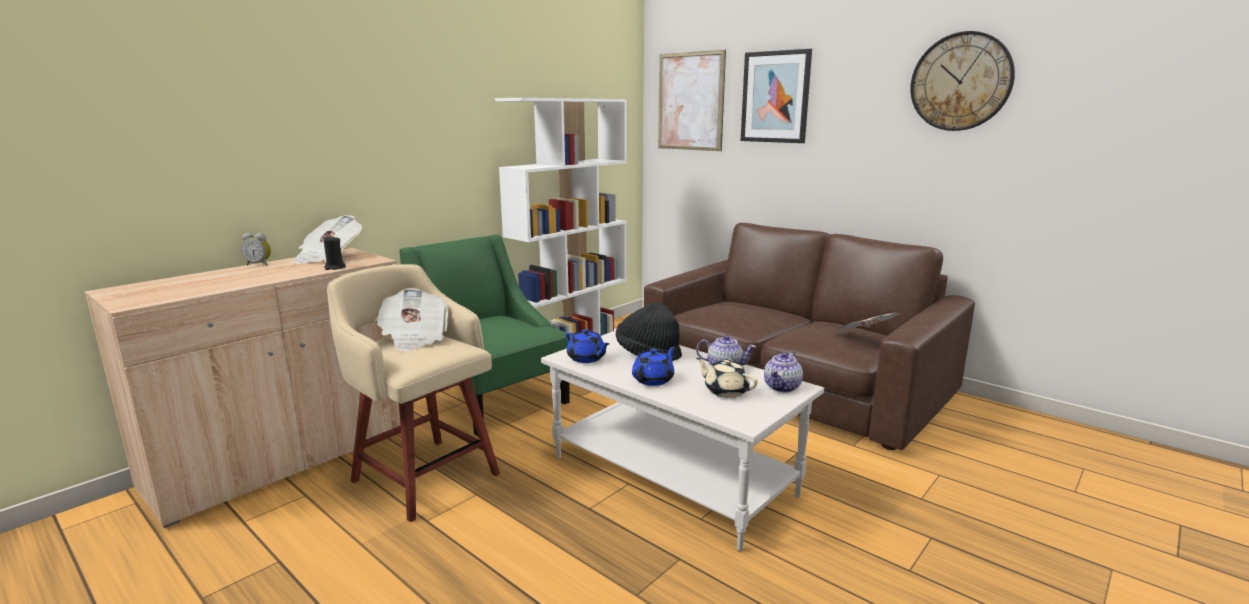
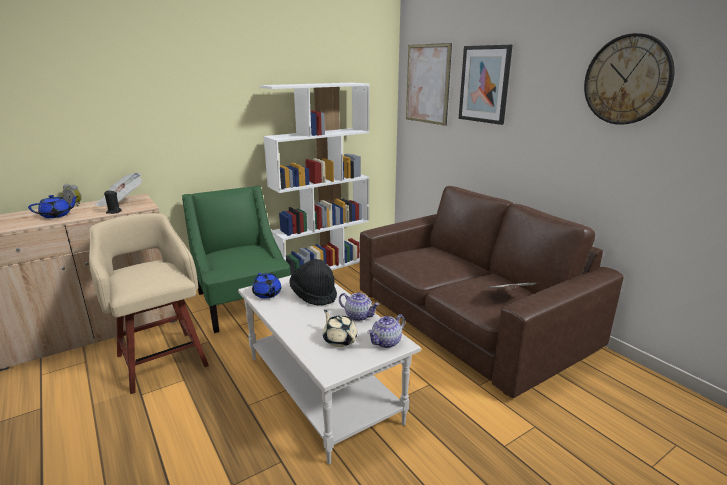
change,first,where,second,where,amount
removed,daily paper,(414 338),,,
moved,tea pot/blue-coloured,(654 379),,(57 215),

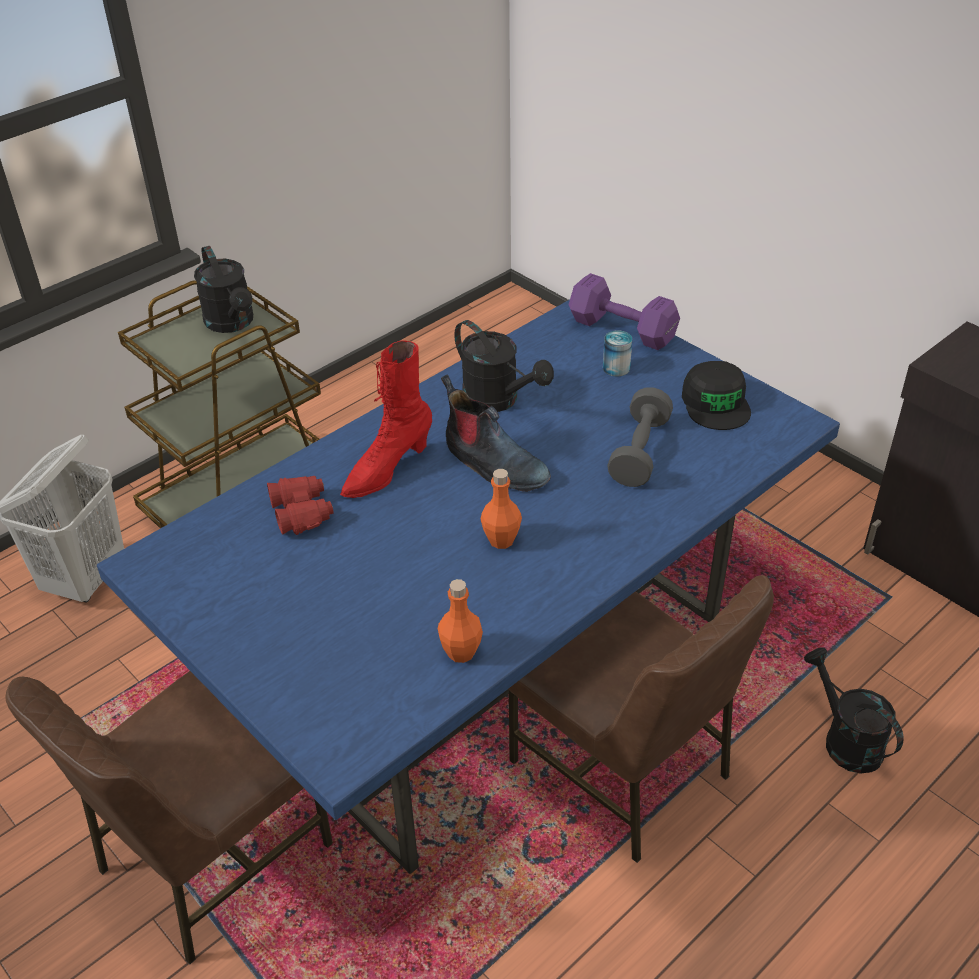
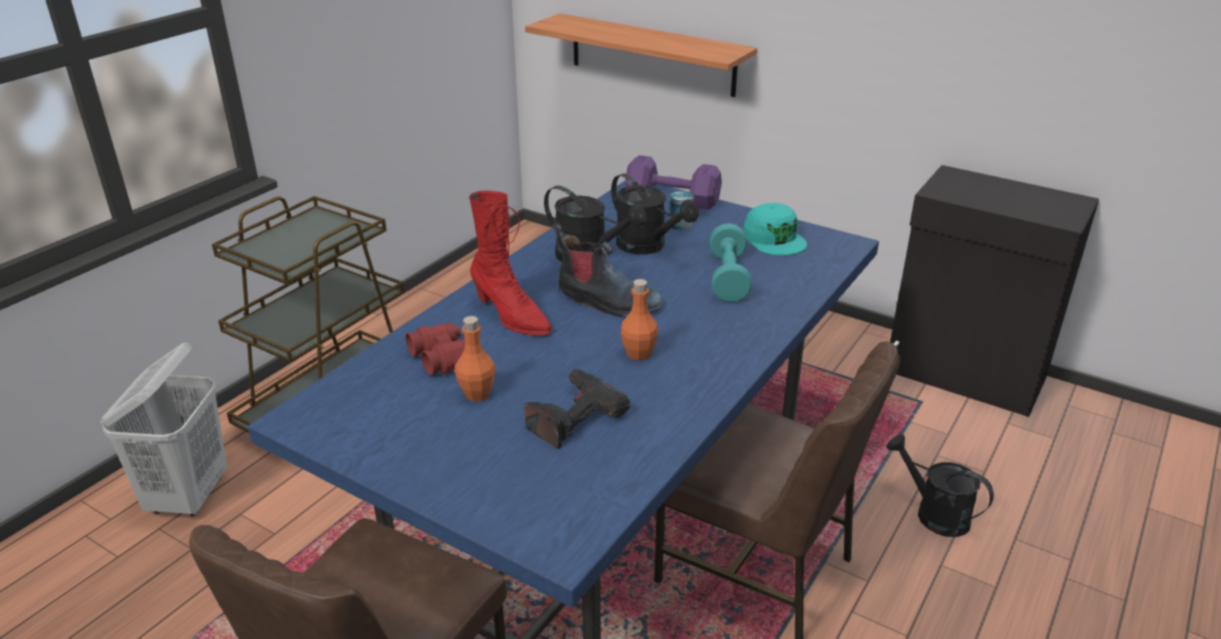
change,first,where,second,where,amount
moved,watering pot/black-coloured,(232 323),,(648 246),
turned,tall boot/red-coloured,(387 470),,(511 316),75 degrees counterclockwise
recoloured,peaked cap/black-coloured,(716 403),peaked cap/turquoise-coloured,(774 238),
recoloured,free weight/grey,(639 452),free weight/turquoise-coloured,(728 278),
moved,drink bottle/orangey,(461 652),,(477 394),
added,,,bracket shelf,(652 55),
added,,,drill,(573 417),

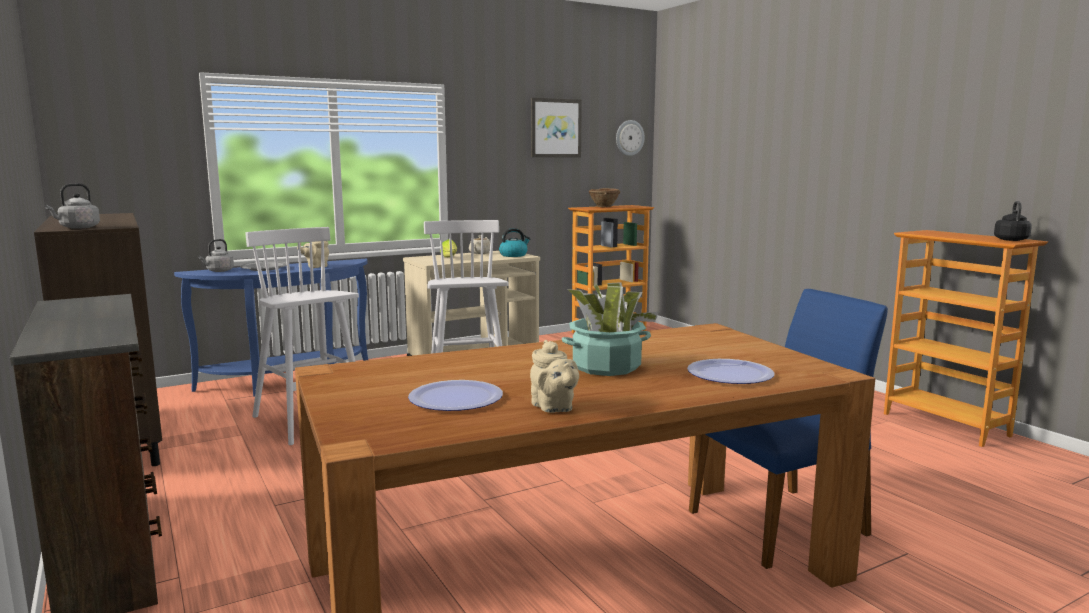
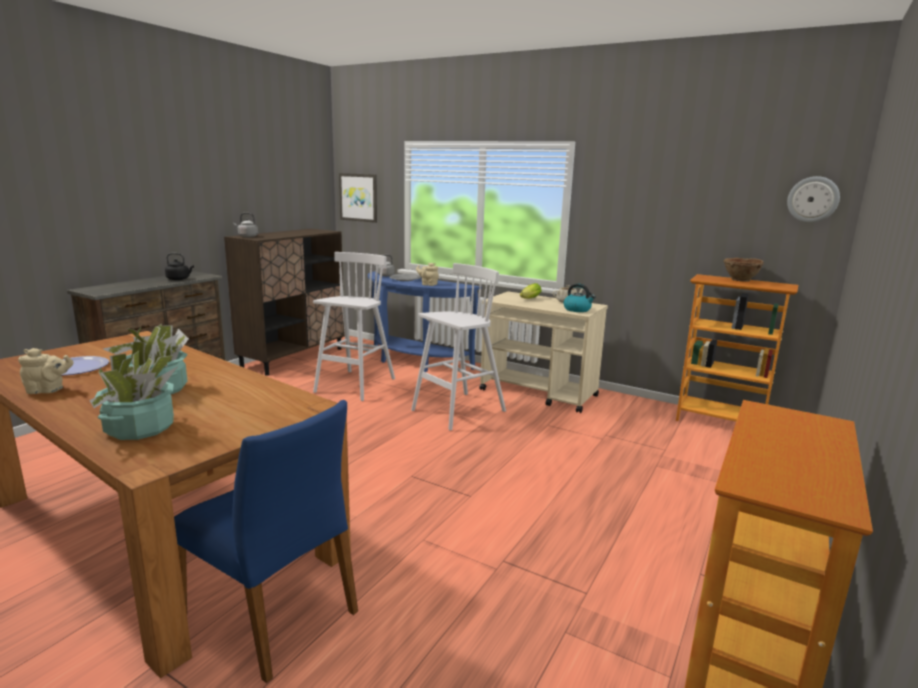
change,first,where,second,where,amount
moved,wall picture,(555 128),,(358 197),
moved,water kettle/black-coloured,(1010 239),,(179 279),
turned,tea pot/beige-coloured,(554 408),,(48 390),135 degrees counterclockwise
replaced,plate,(730 374),houseplant,(140 428),

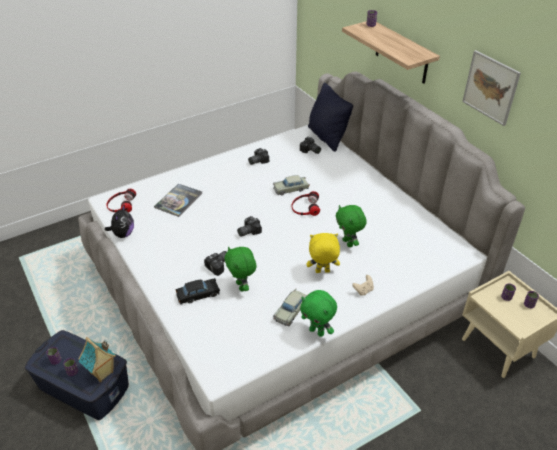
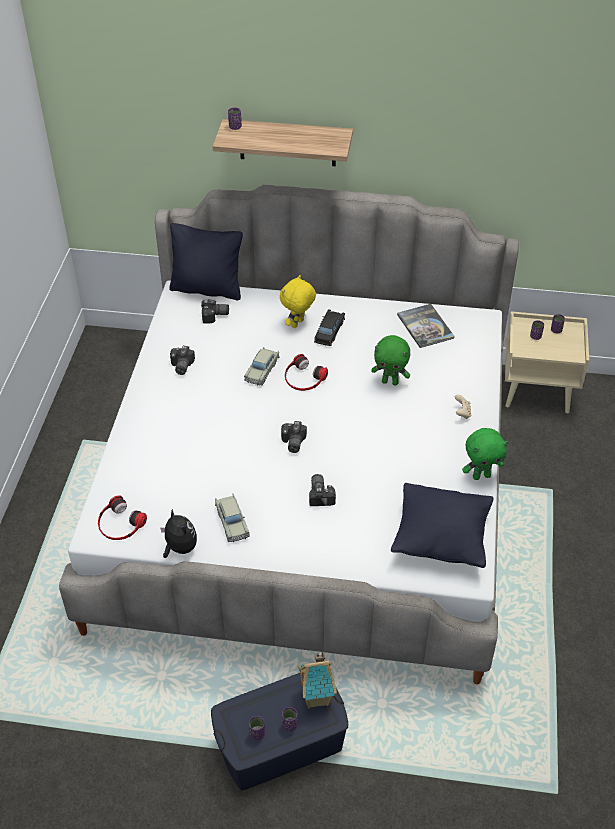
change,first,where,second,where,amount
removed,wall picture,(490 87),,,
moved,volume,(178 200),,(425 326),
moved,plush toy/yellowish,(322 272),,(298 324),
removed,plush toy/greenish,(242 286),,,
moved,toy car/black-coloured,(198 295),,(329 332),
moved,toy car/beige-coloured,(291 311),,(232 522),
added,,,cushion/black-coloured,(441 540),

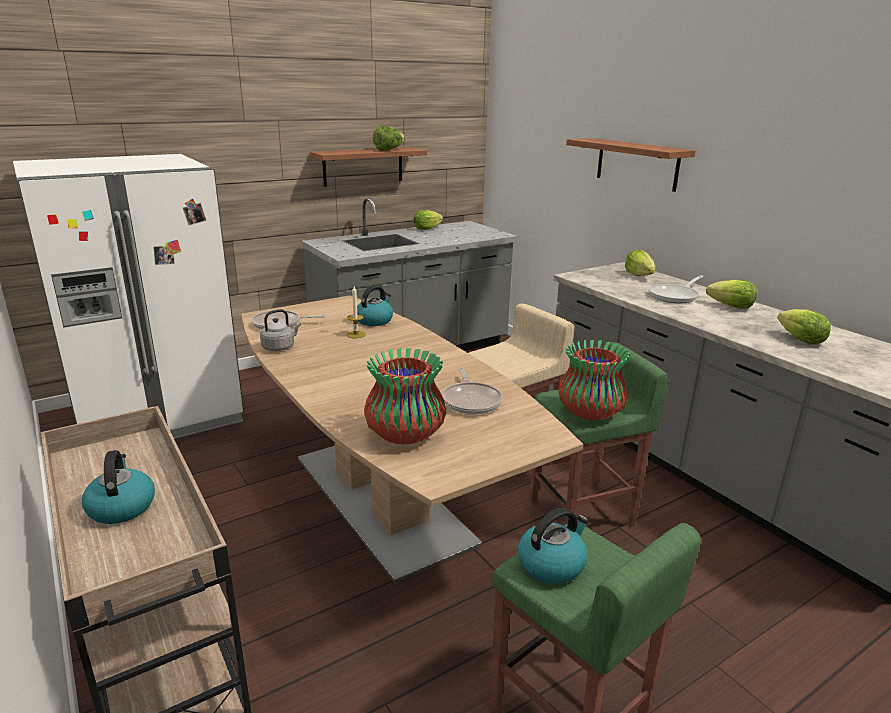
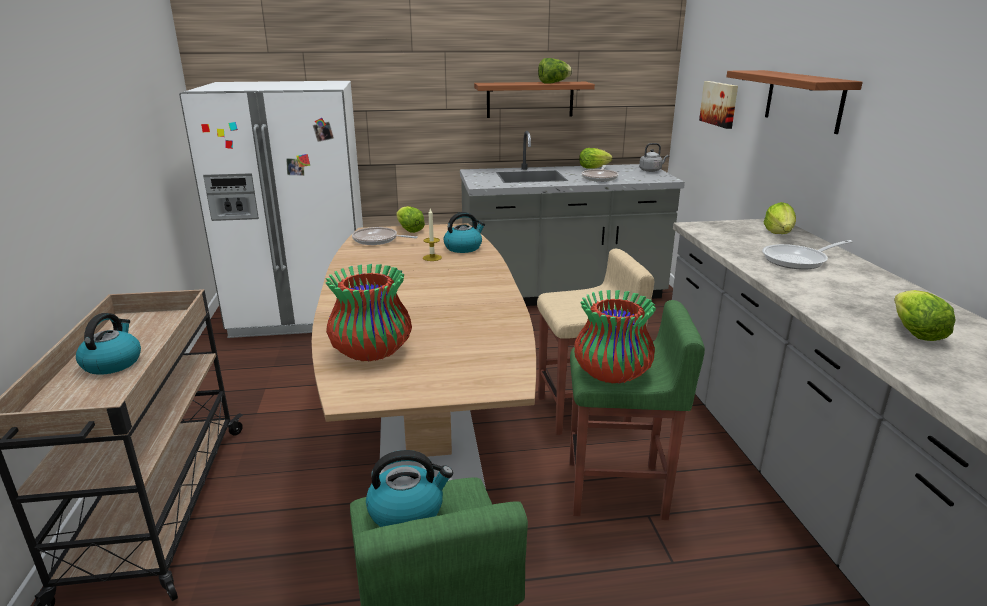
change,first,where,second,where,amount
moved,lettuce,(731 307),,(409 230),
moved,water kettle/grey,(280 347),,(651 170),
moved,frying pan,(471 401),,(600 178),
added,,,wall picture,(720 104),

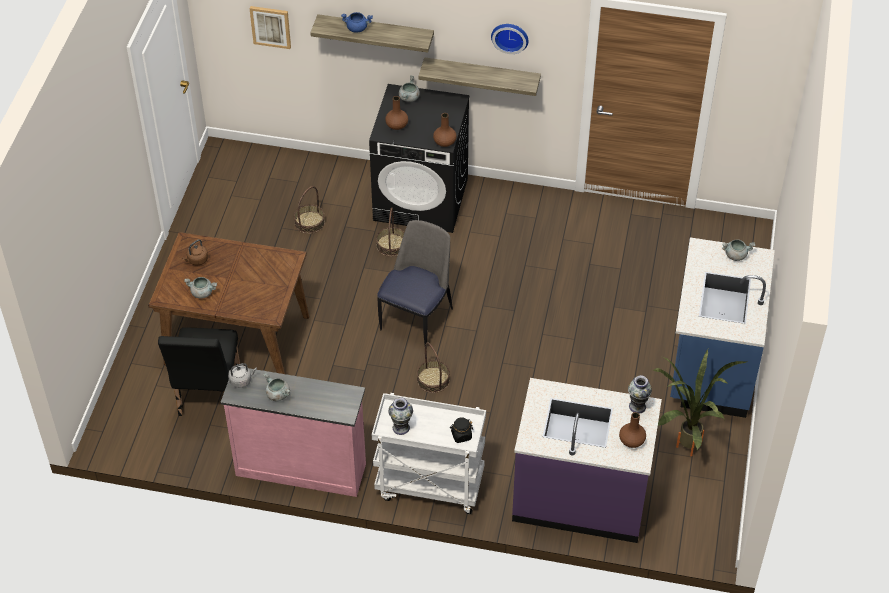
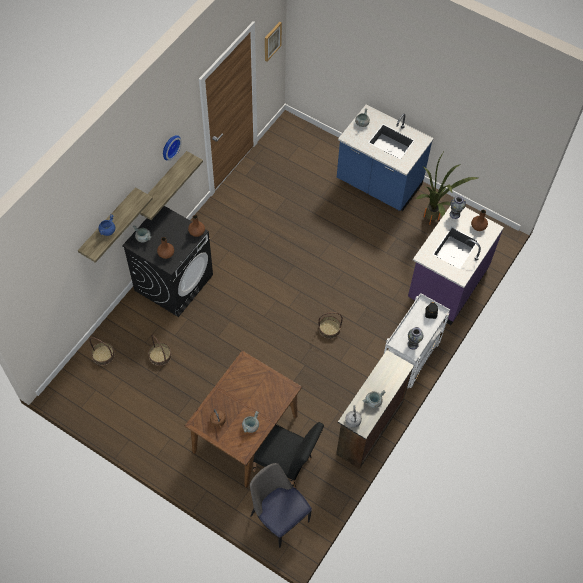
change,first,where,second,where,amount
moved,wall picture,(270 26),,(272 41),
moved,basket,(391 245),,(103 355),
moved,plain chair,(417 317),,(278 517),
recoloured,drawer chest/pinkish,(300 468),drawer chest/brown,(368 427),

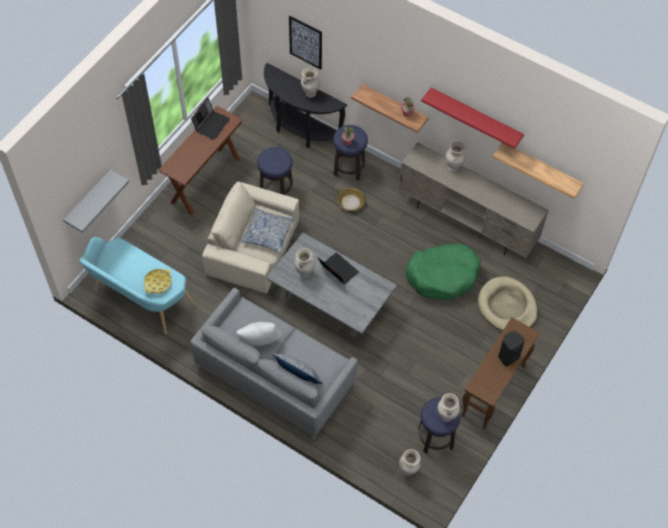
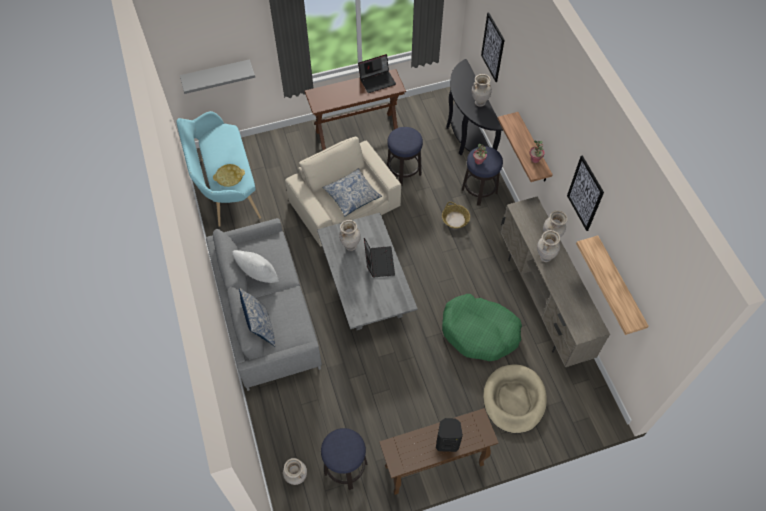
change,first,where,second,where,amount
replaced,bracket shelf/red-coloured,(475 116),wall picture,(585 193),
moved,vase/beige-coloured,(446 416),,(544 257),

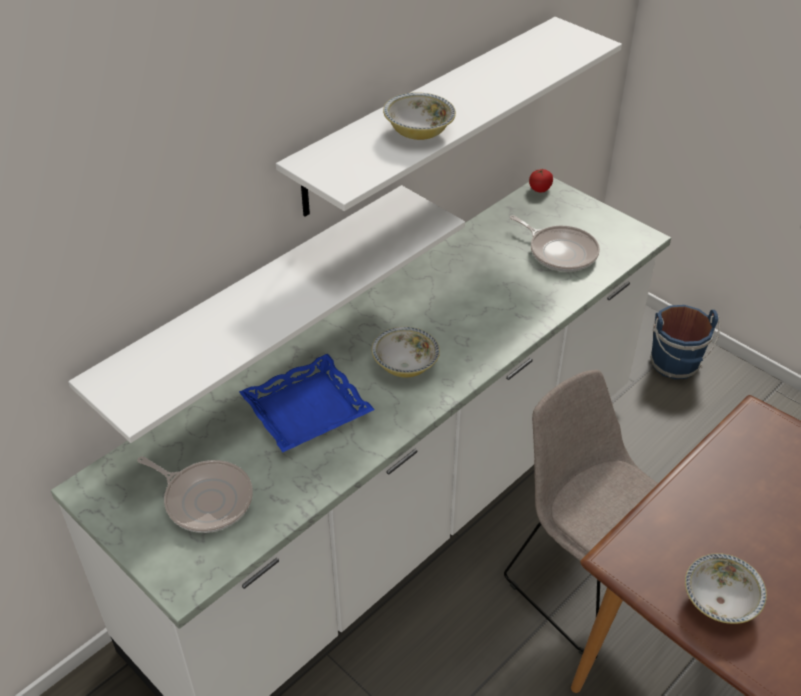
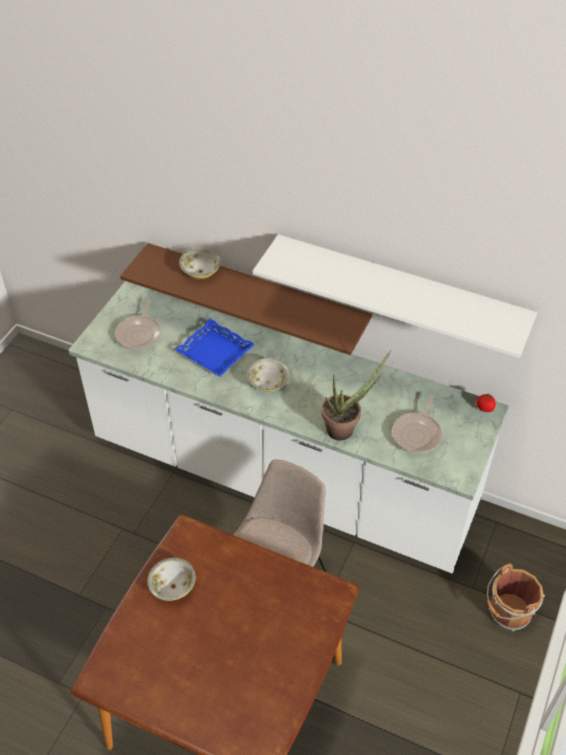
change,first,where,second,where,amount
moved,serving bowl,(419 132),,(201 272),
recoloured,bracket shelf/white,(256 301),bracket shelf/brown,(256 292),
recoloured,water bucket/blue-coloured,(675 364),water bucket/brown,(508 613),
added,,,houseplant,(345 428),

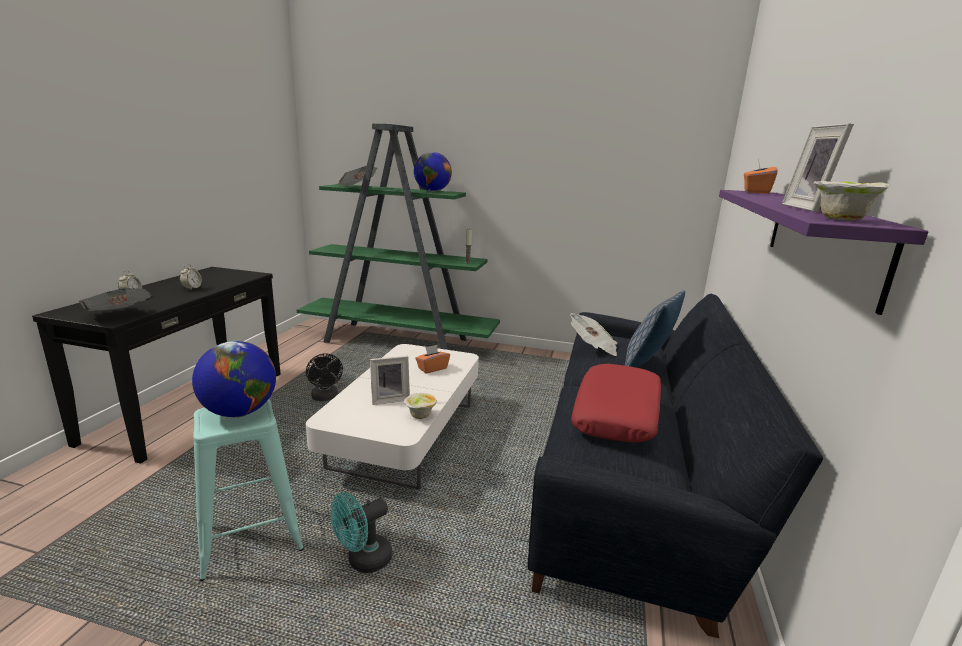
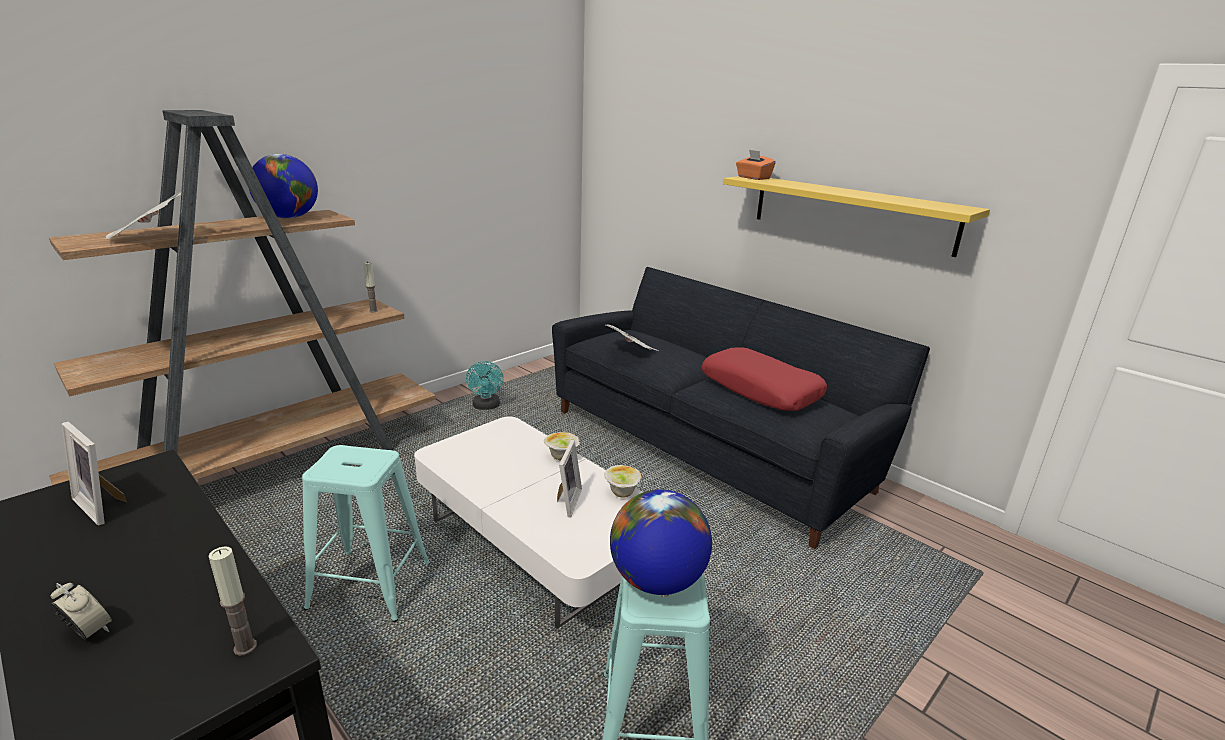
change,first,where,second,where,amount
moved,picture frame,(811 209),,(103 505),
recoloured,shelving unit/greenish,(399 341),shelving unit/brown,(276 470),
moved,serving bowl,(840 219),,(561 457),
recoloured,bracket shelf/purple-coloured,(820 239),bracket shelf/yellowish,(850 213),
removed,alarm clock,(192 288),,,
replaced,daily paper,(120 316),wax candle,(245 647),
removed,cushion,(648 364),,,
removed,tissue box/orangey,(432 368),,,
replaced,cooling fan/black-coloured,(325 398),stool seat/turquoise-coloured,(370 585),
moved,cooling fan/turquoise-coloured,(363 561),,(486 406),

